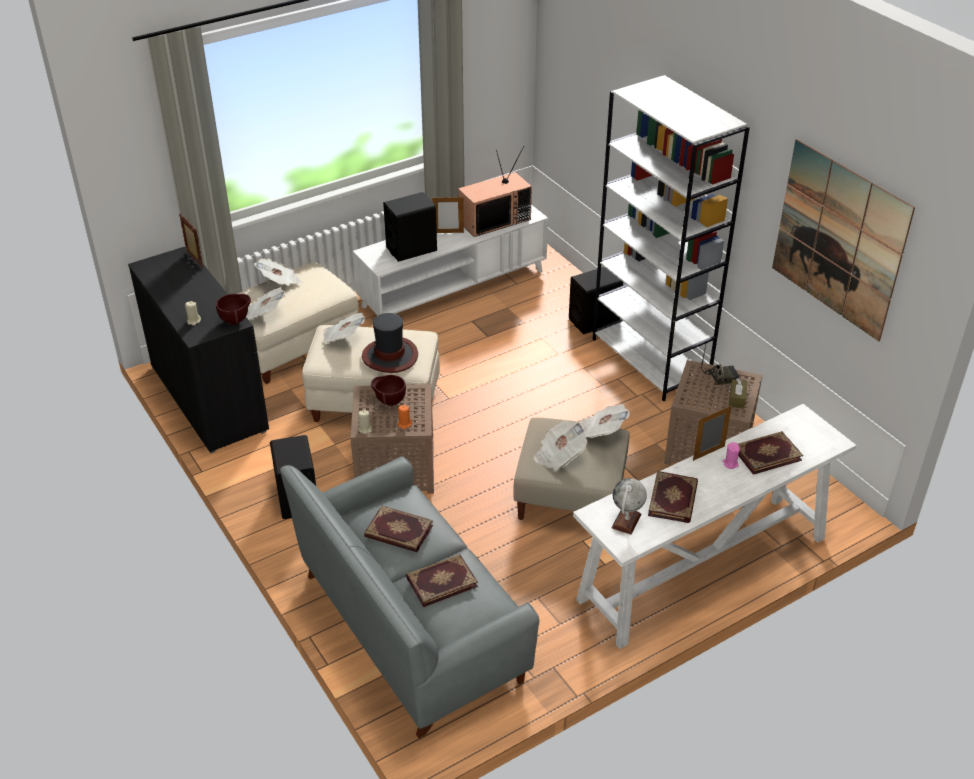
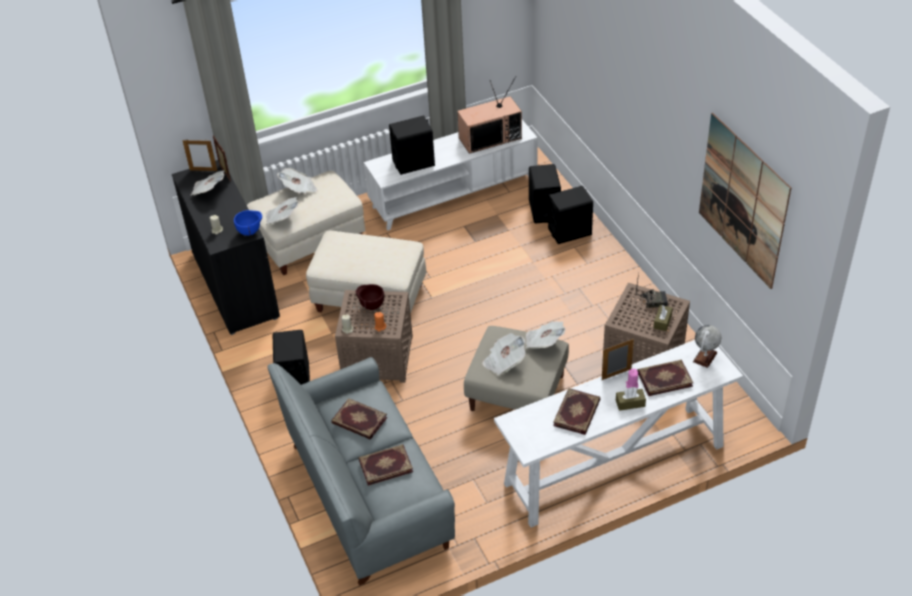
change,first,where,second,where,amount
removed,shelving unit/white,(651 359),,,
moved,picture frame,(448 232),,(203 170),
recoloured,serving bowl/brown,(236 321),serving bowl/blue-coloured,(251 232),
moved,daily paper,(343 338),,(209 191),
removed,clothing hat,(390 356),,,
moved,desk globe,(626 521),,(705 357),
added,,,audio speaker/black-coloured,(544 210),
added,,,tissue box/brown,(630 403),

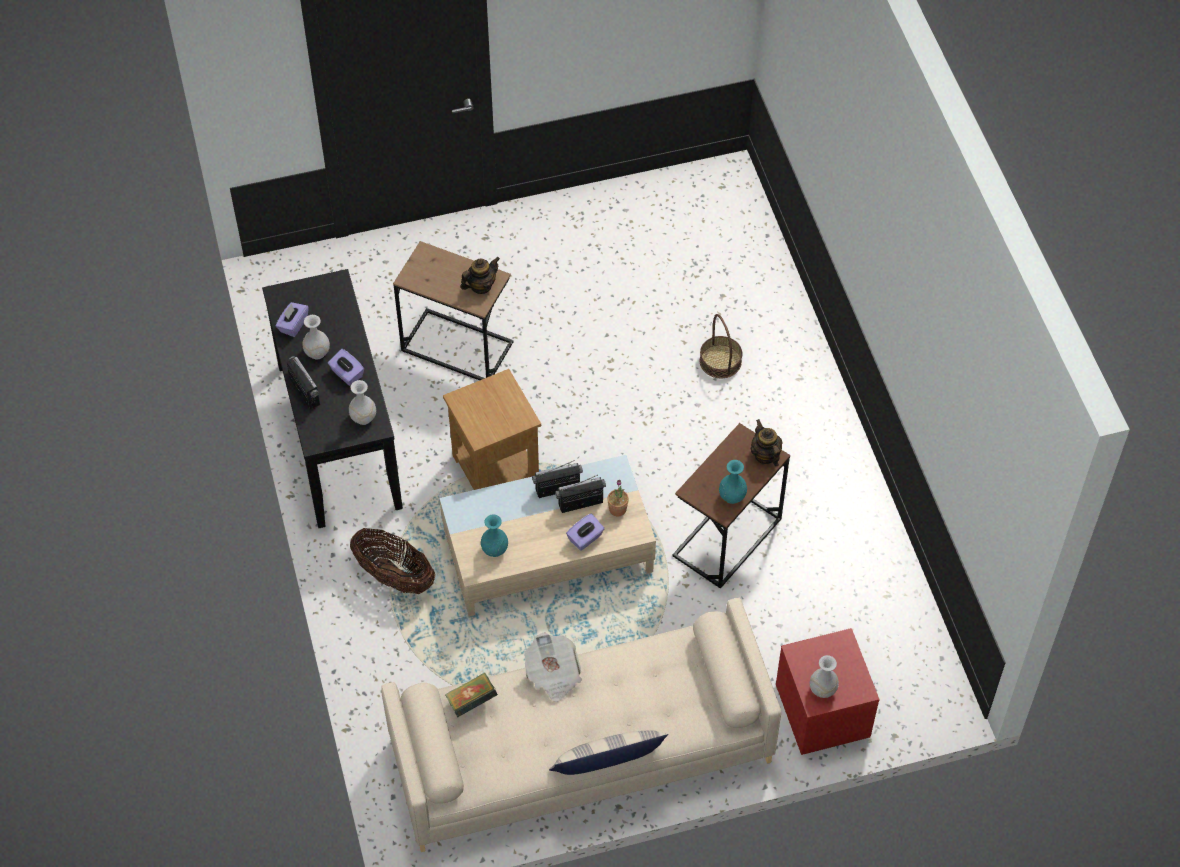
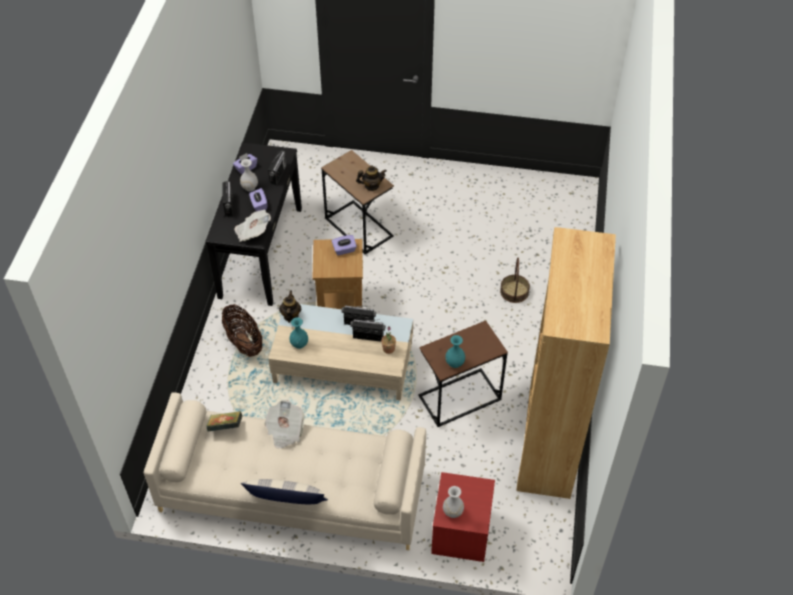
change,first,where,second,where,amount
replaced,vase/white,(363 418),daily paper,(252 232),
moved,tea pot,(765 455),,(290 315),
moved,tissue box/purple-coloured,(585 538),,(344 250),
added,,,radio set,(278 175),
added,,,shelving unit/brown,(548 443),

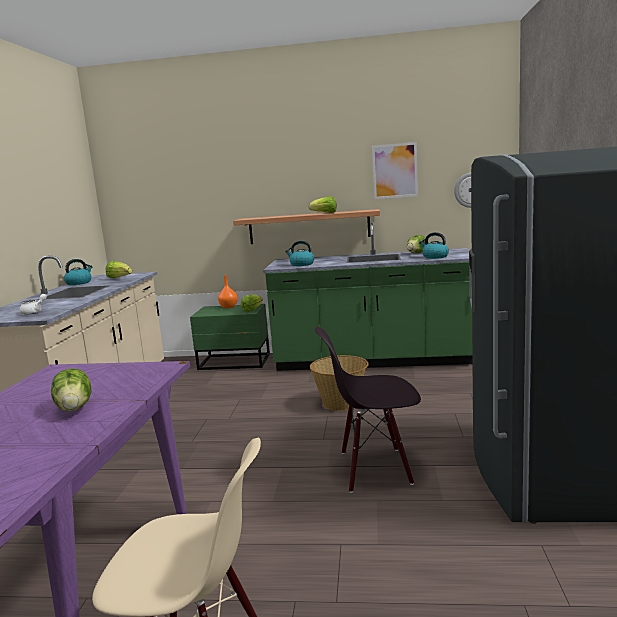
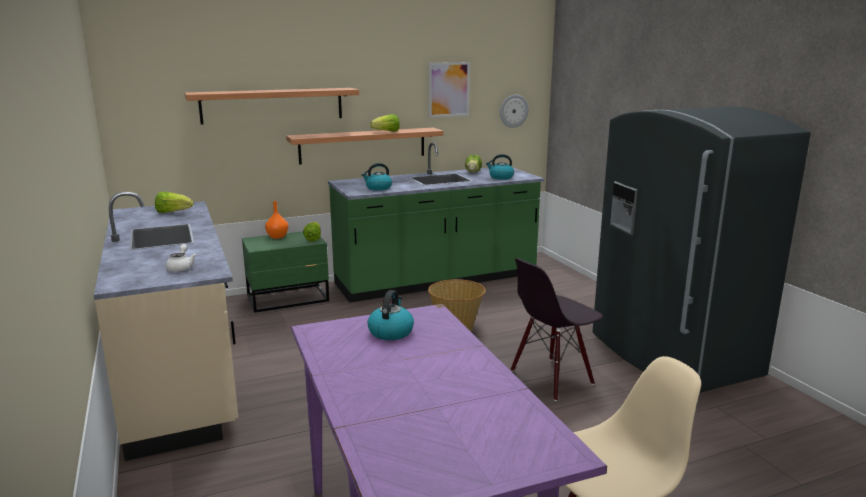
change,first,where,second,where,amount
moved,water kettle,(79 283),,(391 332),
removed,lettuce,(75 407),,,
added,,,bracket shelf,(272 105),

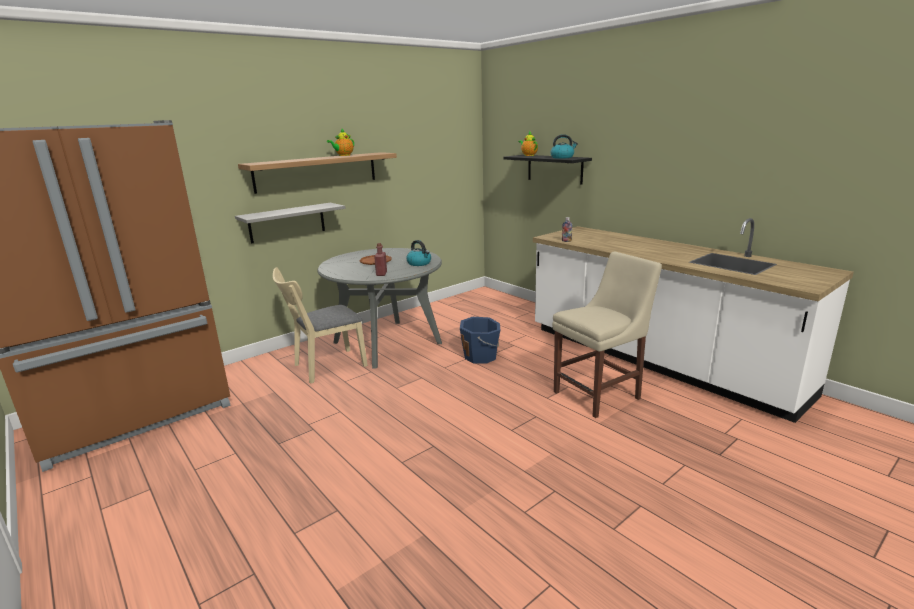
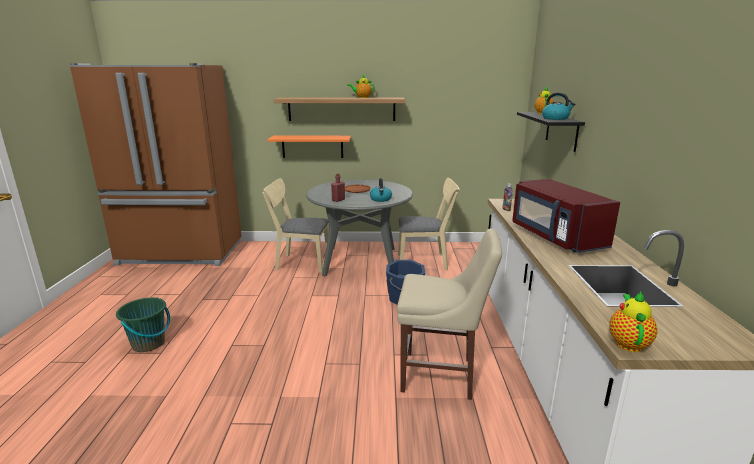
change,first,where,second,where,amount
recoloured,bracket shelf/grey,(287 222),bracket shelf/orangey,(312 146),
added,,,plain chair/beige-coloured,(426 262),
added,,,kitchen microwave/red-coloured,(555 237),
added,,,tea pot,(628 342),
added,,,water bucket/greenish,(149 343),

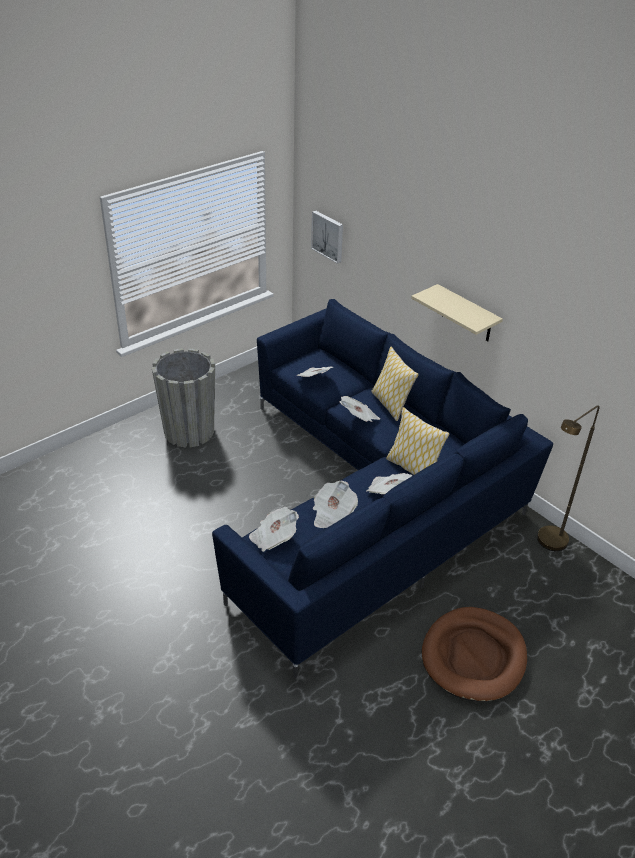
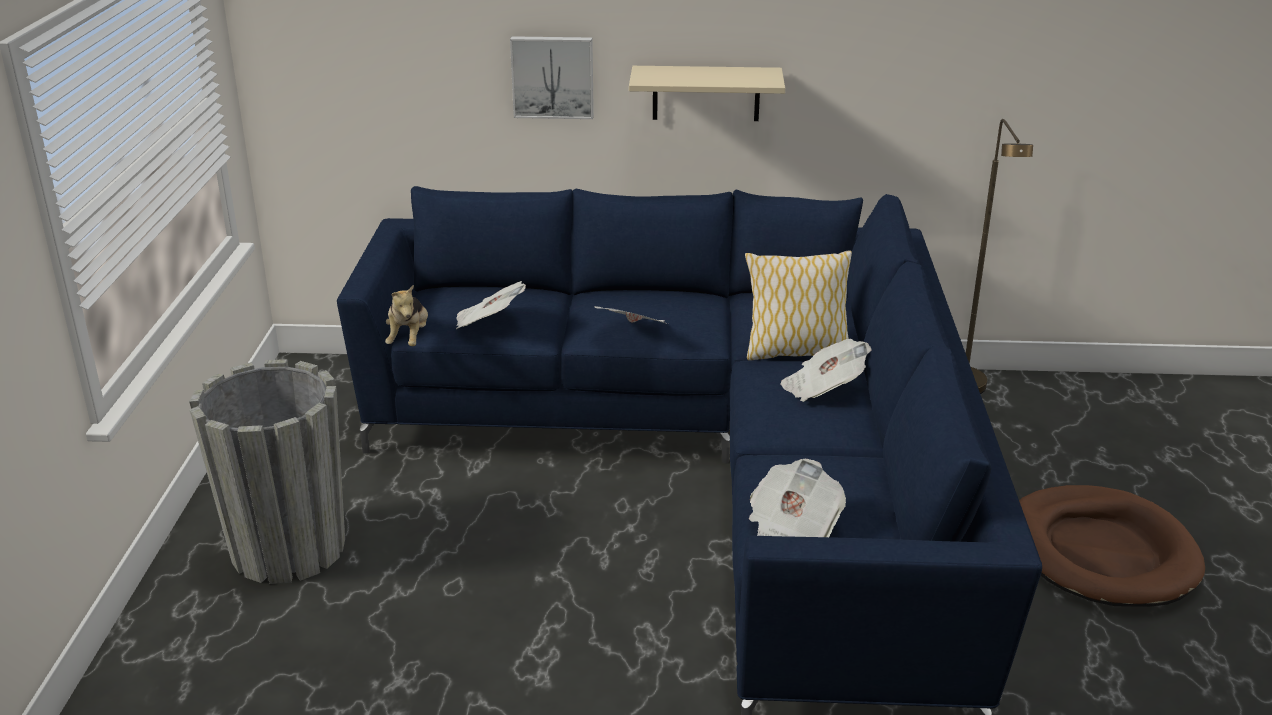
change,first,where,second,where,amount
moved,wall picture,(328 236),,(553 76),
removed,cushion,(390 404),,,
removed,daily paper,(332 515),,,
added,,,plush toy,(409 339),

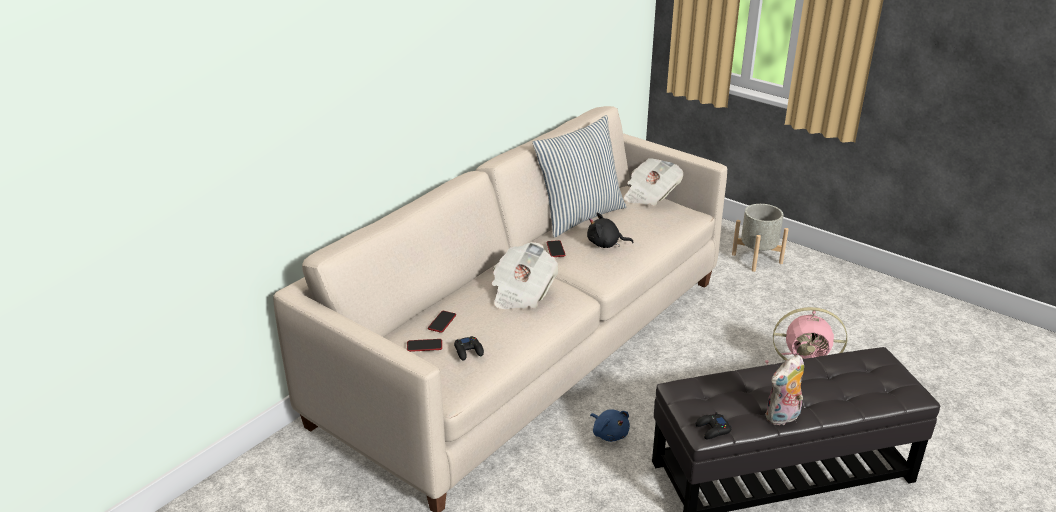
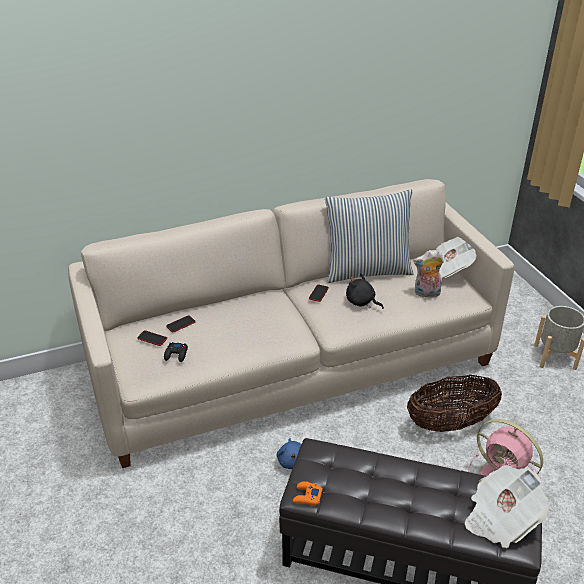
change,first,where,second,where,amount
moved,daily paper,(521 293),,(500 518),
moved,plush toy,(783 418),,(426 294),
recoloured,gamepad/black-coloured,(712 430),gamepad/orangey,(307 496),
added,,,basket,(450 423),

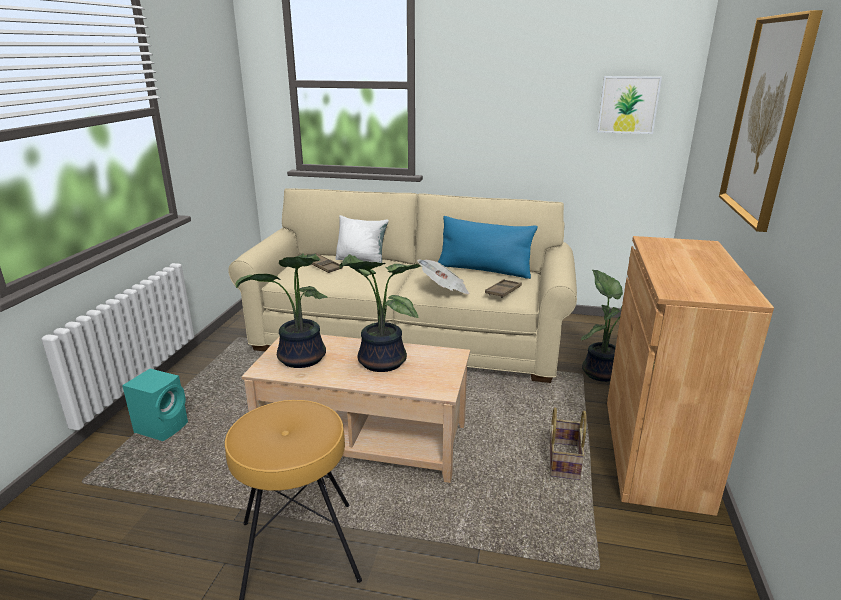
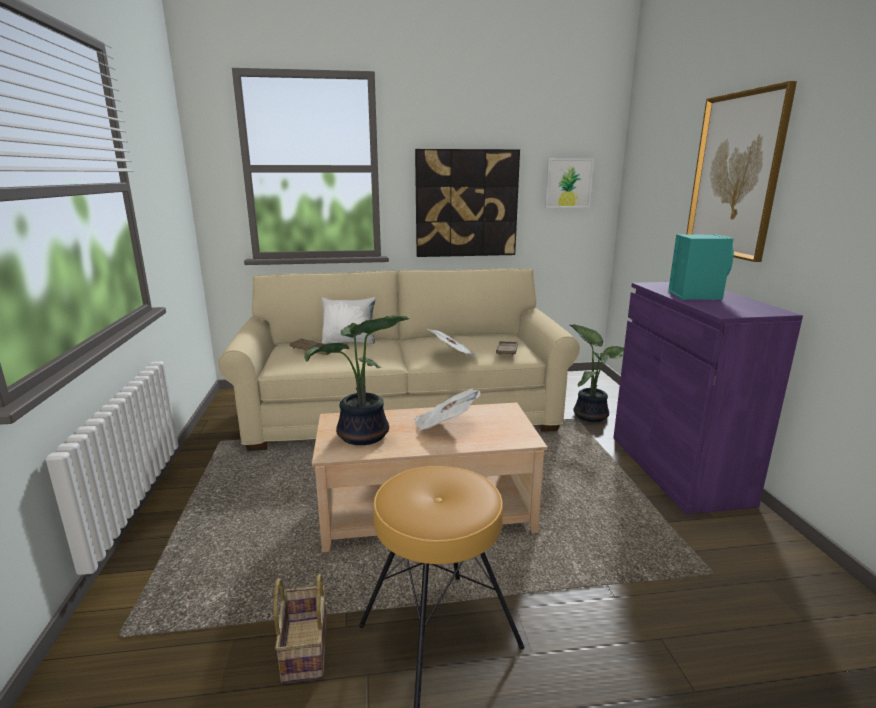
change,first,where,second,where,amount
removed,cushion/blue-coloured,(484 270),,,
recoloured,cabinet/brown,(654 451),cabinet/purple-coloured,(677 469),
replaced,houseplant,(378 362),daily paper,(444 426),
moved,audio speaker/turquoise-coloured,(163 427),,(694 295),
moved,basket,(562 460),,(303 647),
added,,,wall picture,(466 203),

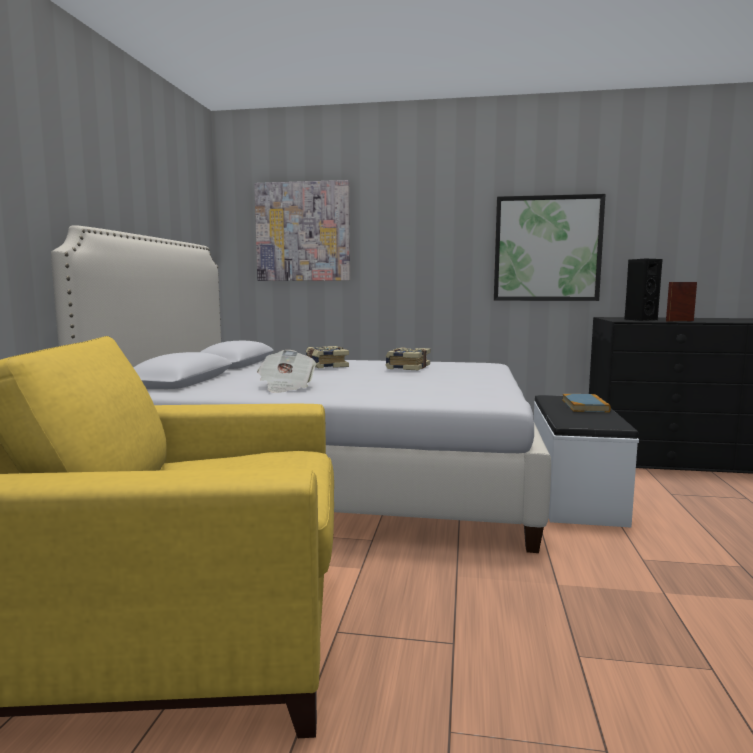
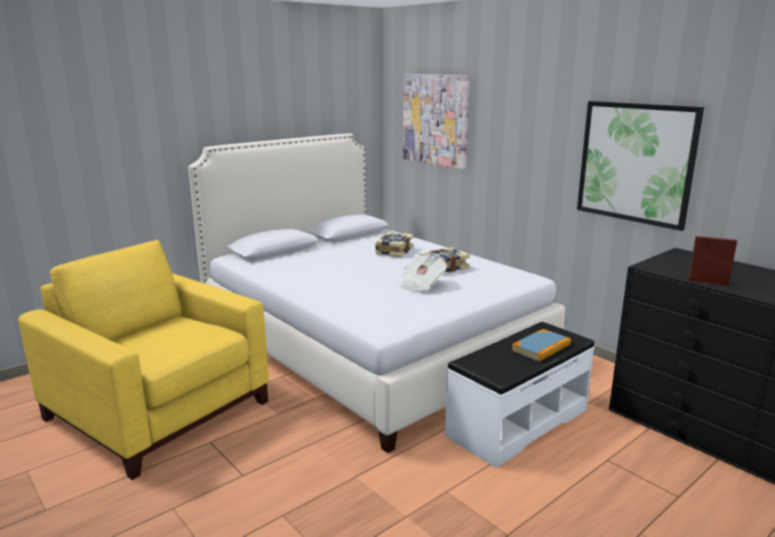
change,first,where,second,where,amount
removed,audio speaker/black-coloured,(640 319),,,
moved,daily paper,(286 387),,(421 284),

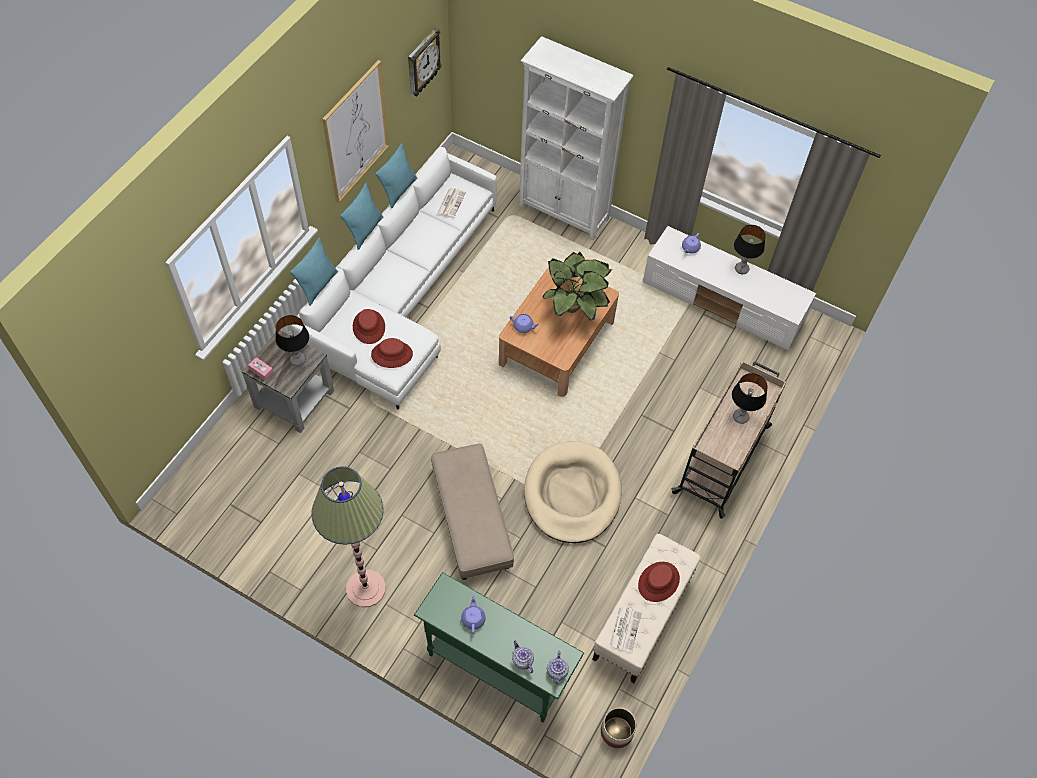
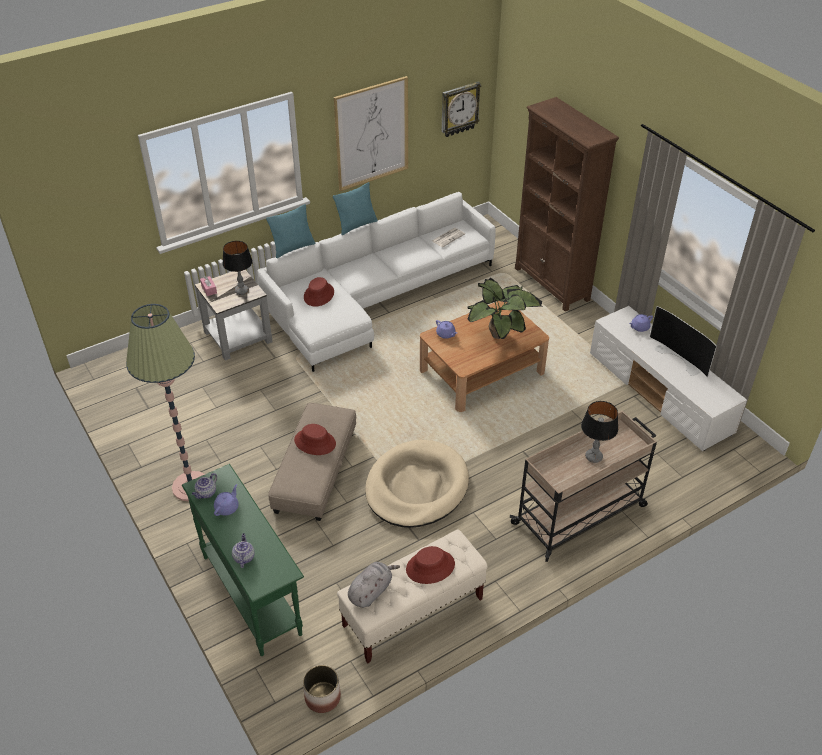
change,first,where,second,where,amount
recoloured,shelving unit/white,(564 212),shelving unit/brown,(552 284),
removed,cushion/turquoise-coloured,(399 190),,,
replaced,lamp for a table,(741 269),TV set,(680 358),
moved,clothing hat/red-coloured,(392 354),,(315 442),
replaced,daily paper,(625 628),plush toy/grey,(371 591),
moved,tea pot,(557 672),,(206 493),

